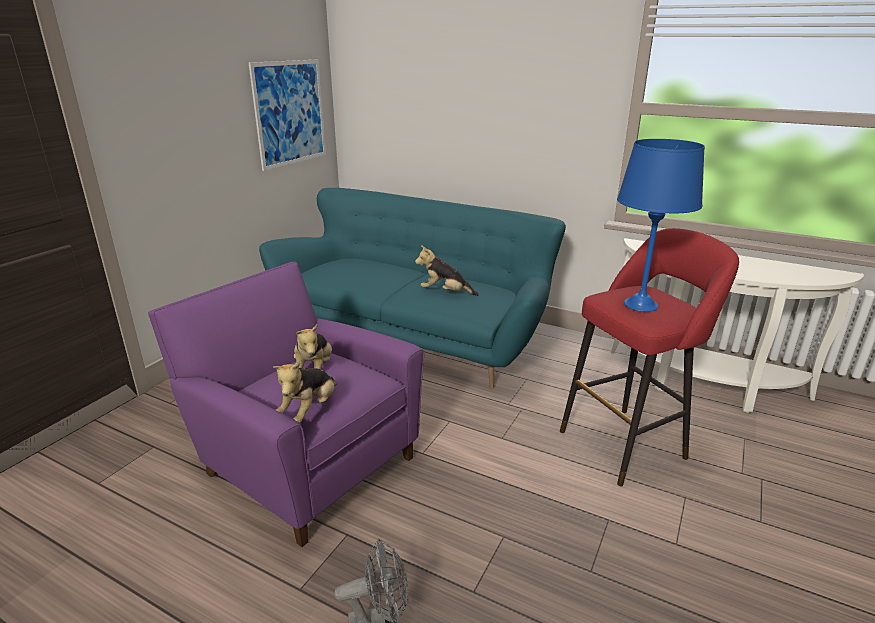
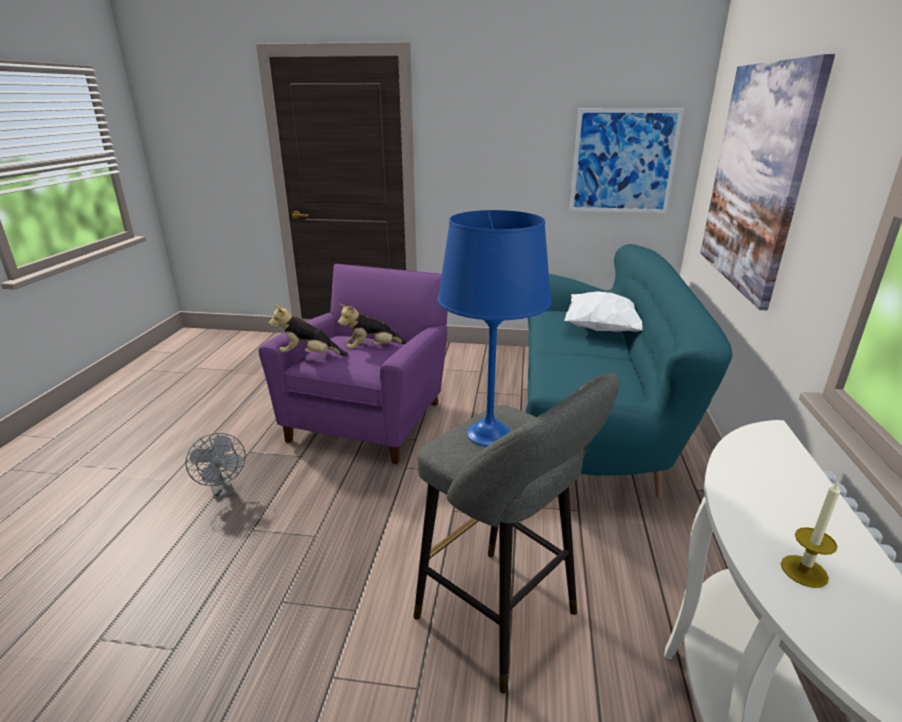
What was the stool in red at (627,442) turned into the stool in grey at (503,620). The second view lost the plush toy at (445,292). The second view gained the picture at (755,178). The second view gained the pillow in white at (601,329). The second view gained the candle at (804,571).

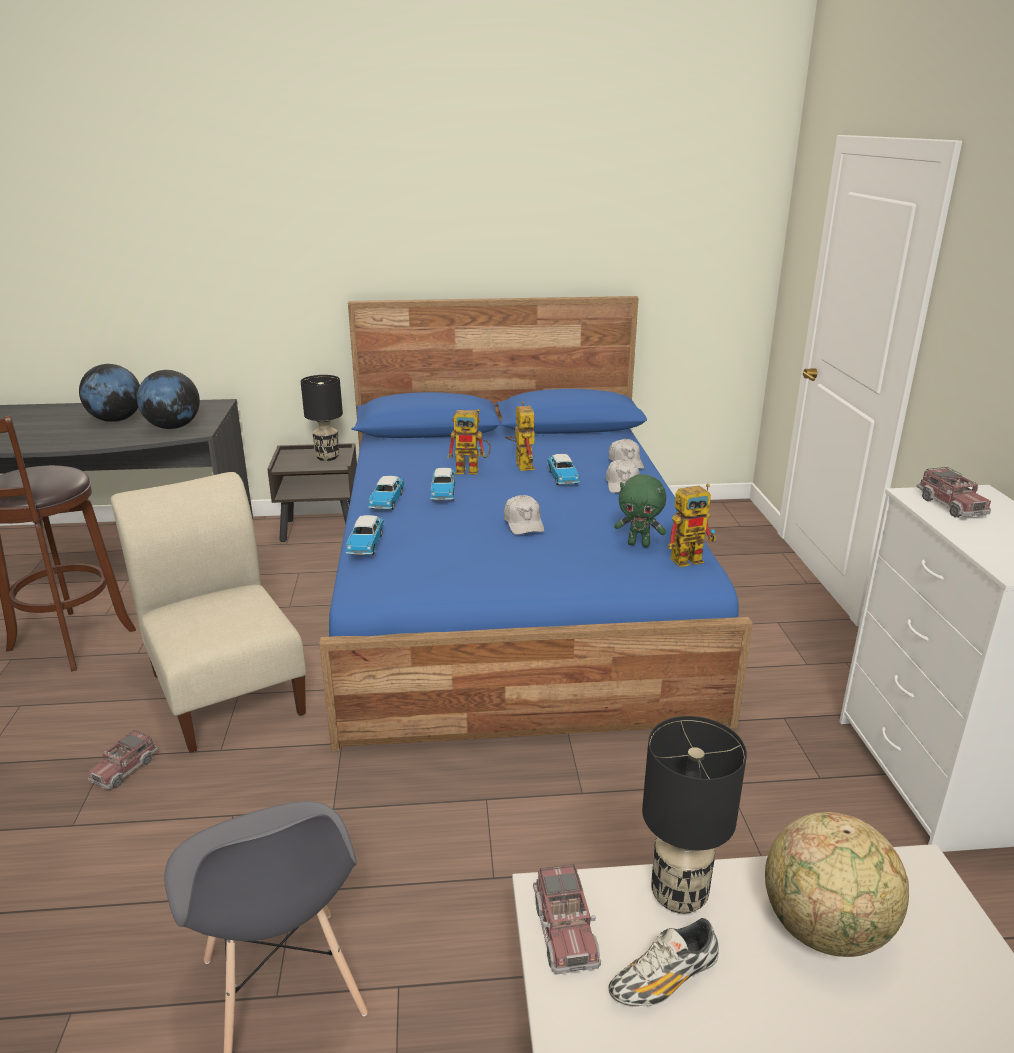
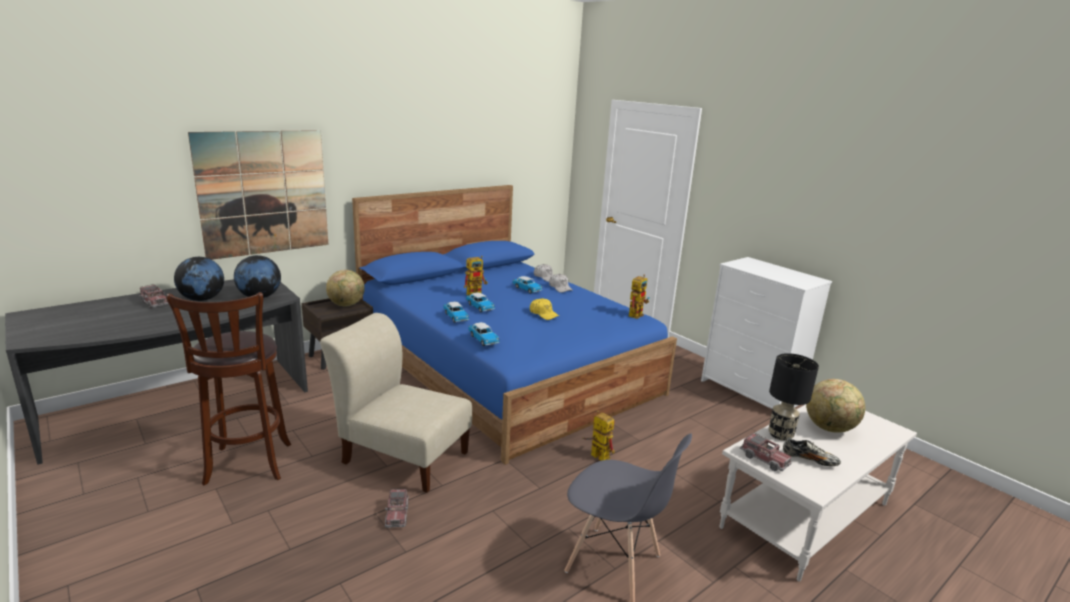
Where the table lamp in black stood at (328,457), the globe came to stand at (346,305). The toy robot ended up elsewhere, having gone from (521,464) to (595,455). The toy truck ended up elsewhere, having gone from (951,505) to (155,303). The second view lost the plush toy in green at (639,544). What was the cap in white at (524,523) turned into the cap in yellow at (543,314). The shoe at (664,980) ended up facing another way, 90 degrees counterclockwise from before. The second view gained the picture at (264,193).

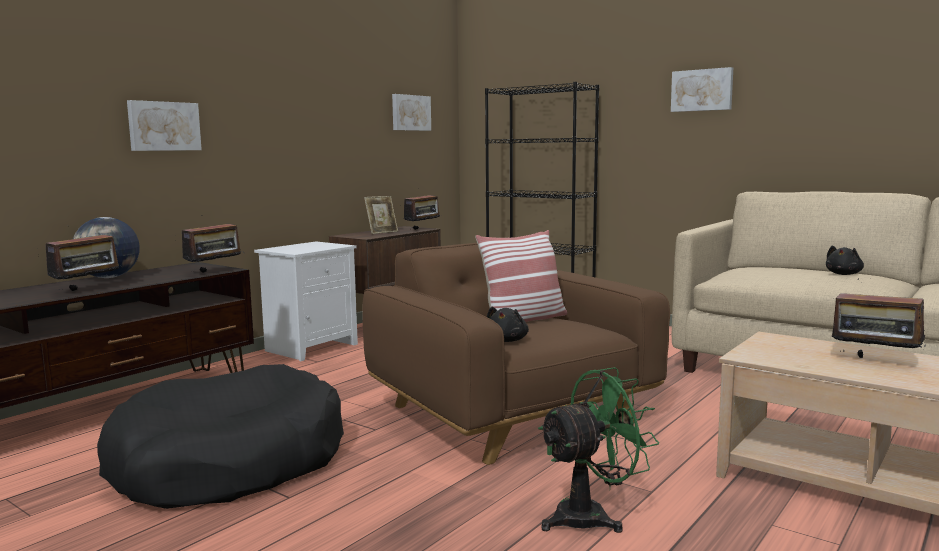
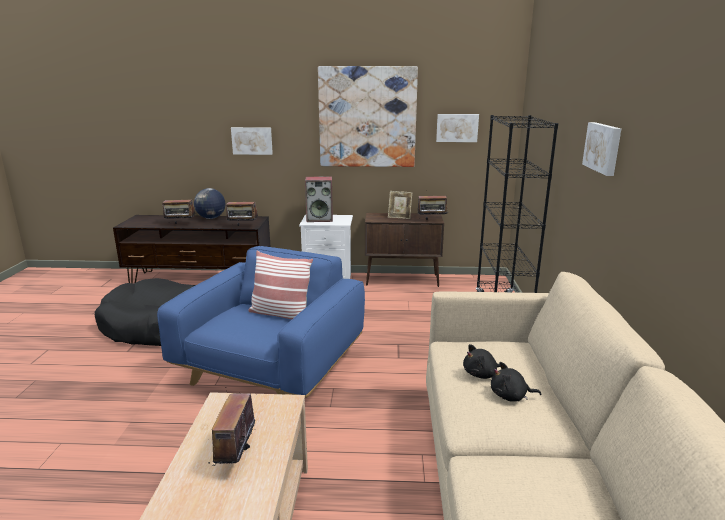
What was the armchair in brown at (511,415) turned into the armchair in blue at (271,368). The plush toy in black ended up elsewhere, having gone from (507,340) to (481,374). The second view lost the fan in green at (592,516). The second view gained the picture at (367,117). The second view gained the speaker at (320,219).

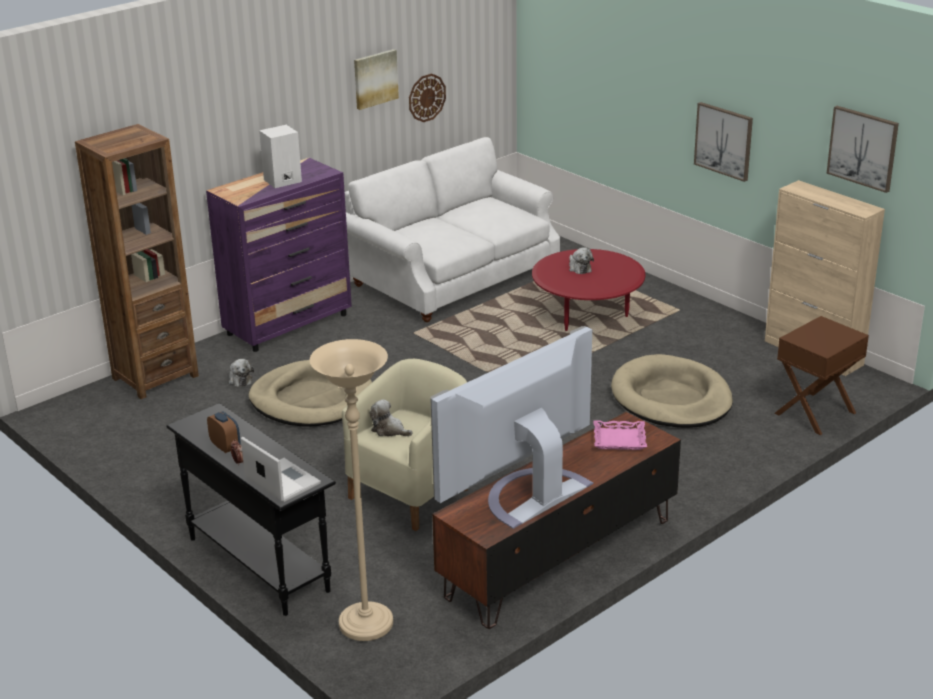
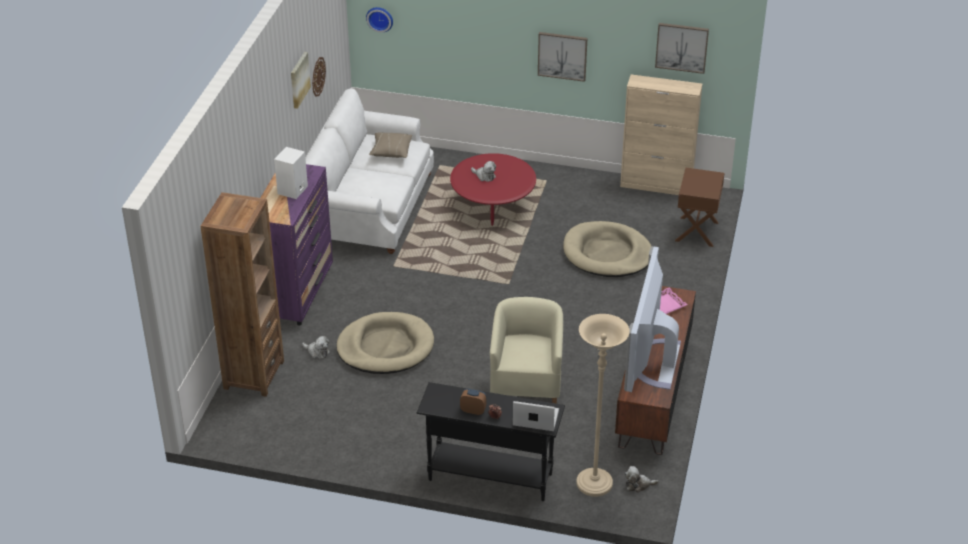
The plush toy ended up elsewhere, having gone from (389,430) to (638,485). The second view gained the wall clock at (380,18). The second view gained the pillow in beige at (391,151).

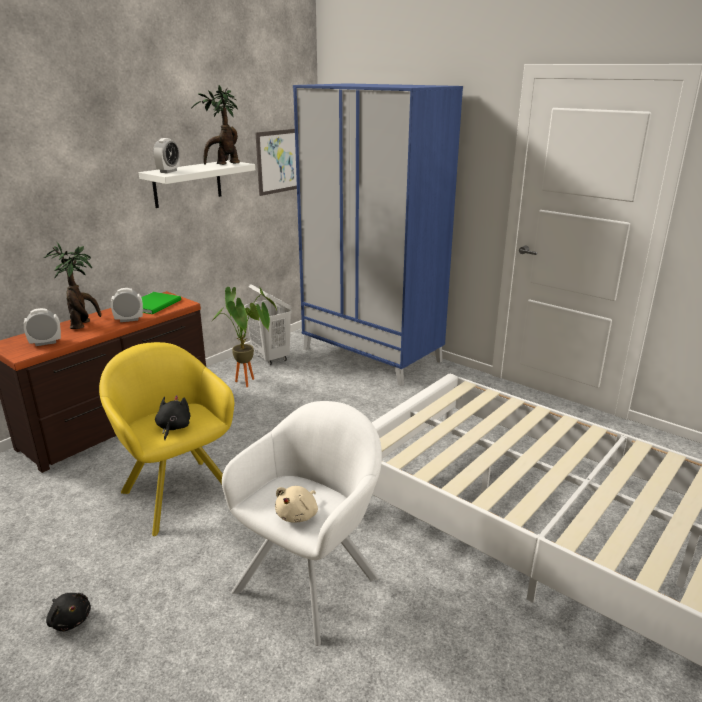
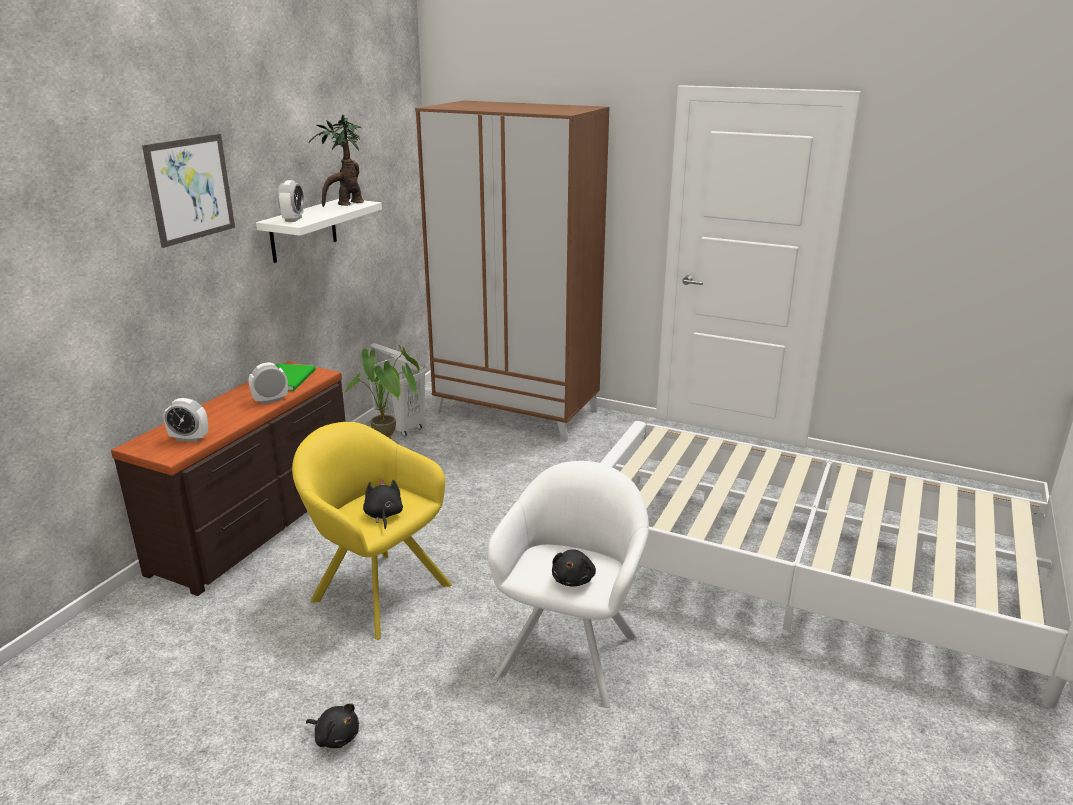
What was the wardrobe in blue at (372,355) turned into the wardrobe in brown at (517,411). The picture ended up elsewhere, having gone from (279,161) to (190,189). The second view lost the potted plant at (83,324). The alarm clock at (46,343) ended up facing another way, 135 degrees counterclockwise from before. What was the plush toy in beige at (298,515) turned into the plush toy in black at (573,579).

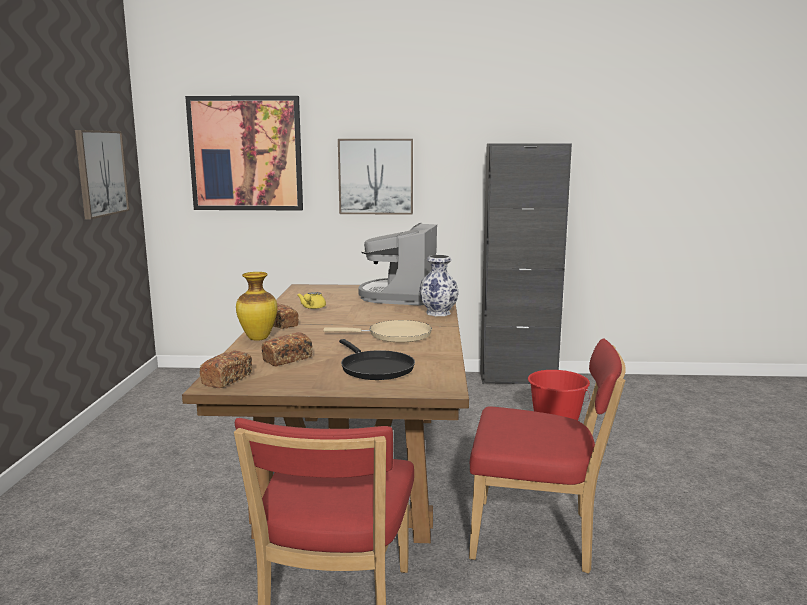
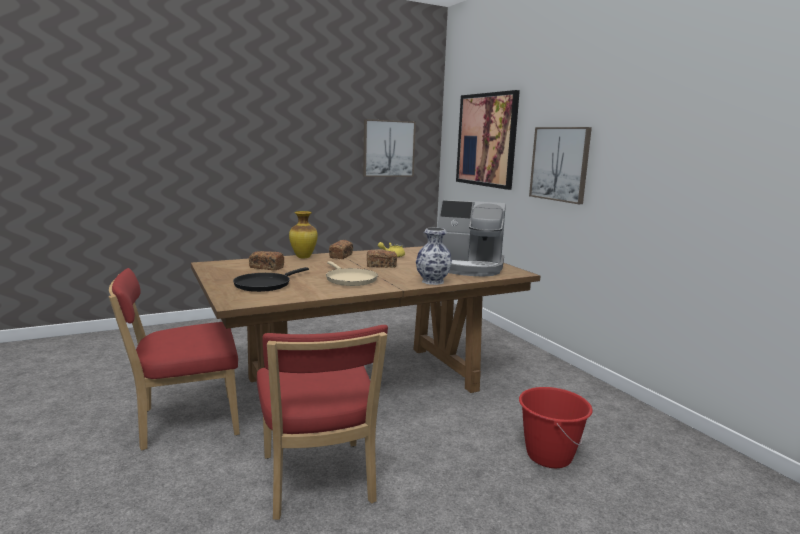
The second view lost the cabinet in black at (517,378). The coffee machine at (400,296) ended up facing another way, 150 degrees counterclockwise from before. The bread ended up elsewhere, having gone from (227,379) to (381,266).

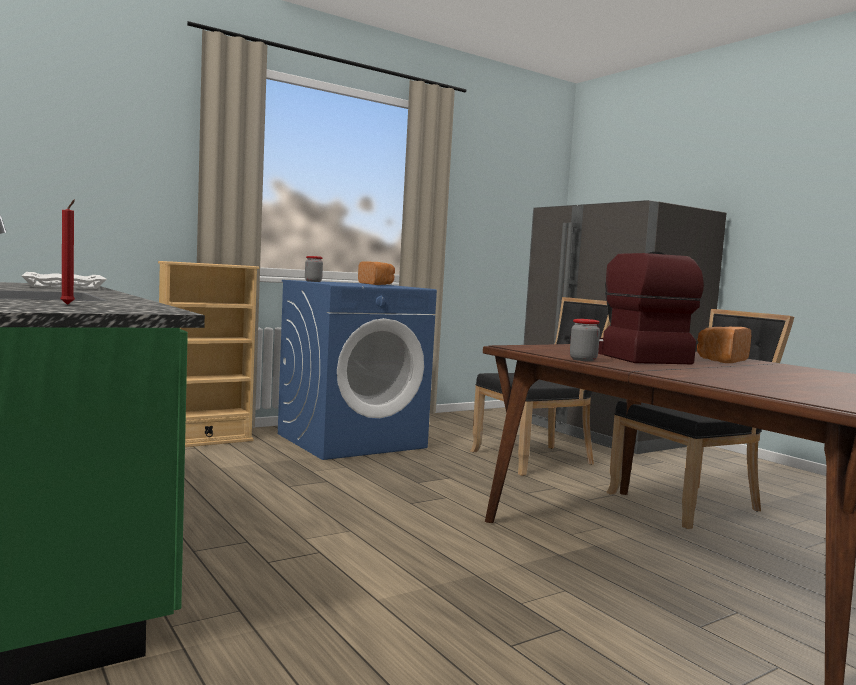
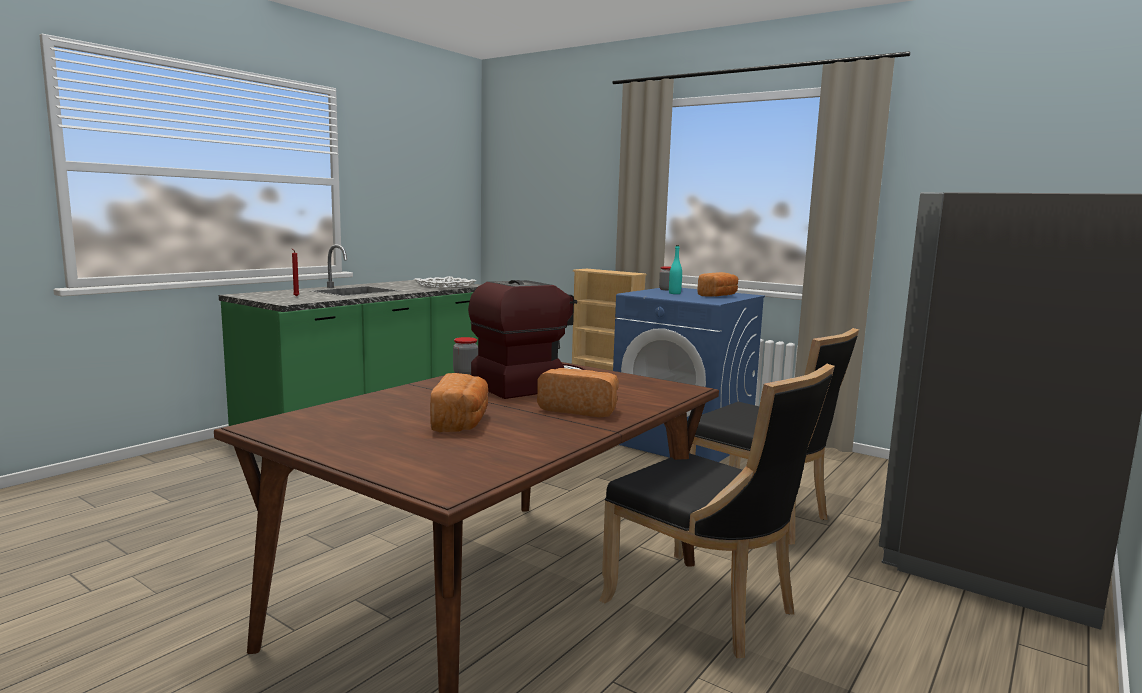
The second view gained the bottle in turquoise at (674,293). The second view gained the bread at (461,422).

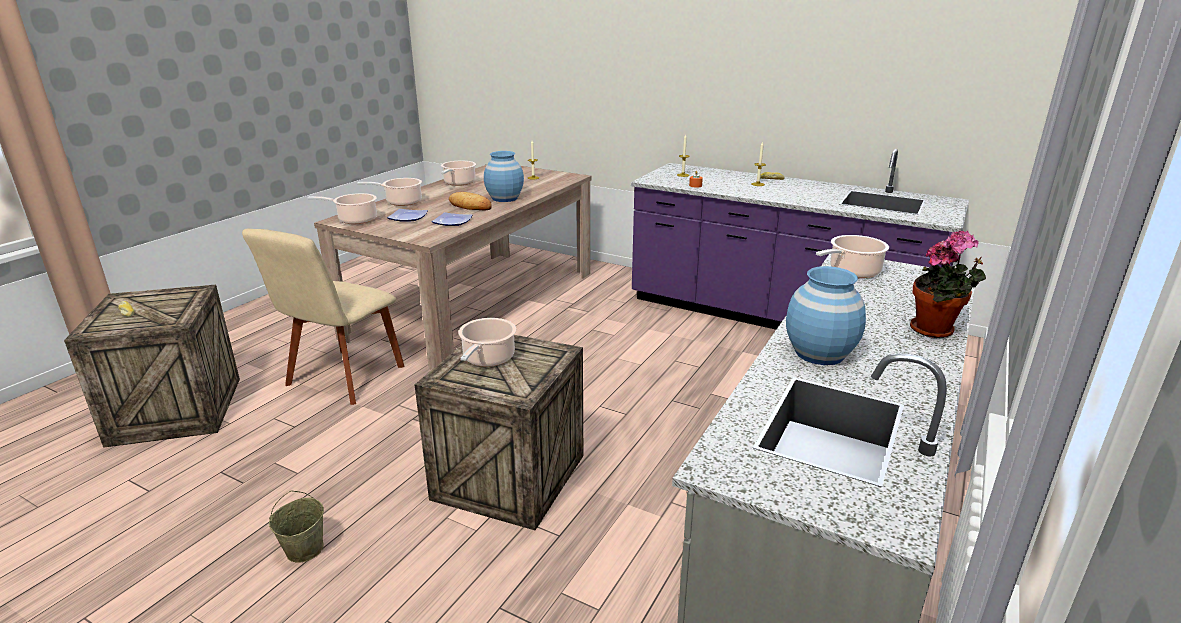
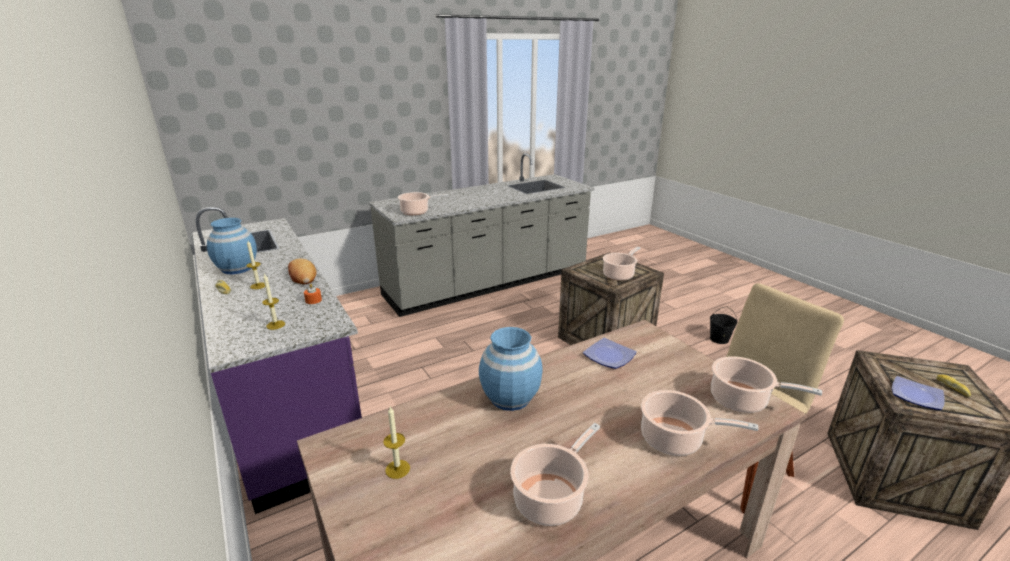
The bread ended up elsewhere, having gone from (470,206) to (302,275). The plate ended up elsewhere, having gone from (407,217) to (917,396). The second view lost the potted plant at (935,331). The vase in blue ended up elsewhere, having gone from (819,353) to (237,268). What was the bucket in beige at (305,549) turned into the bucket in black at (719,339).

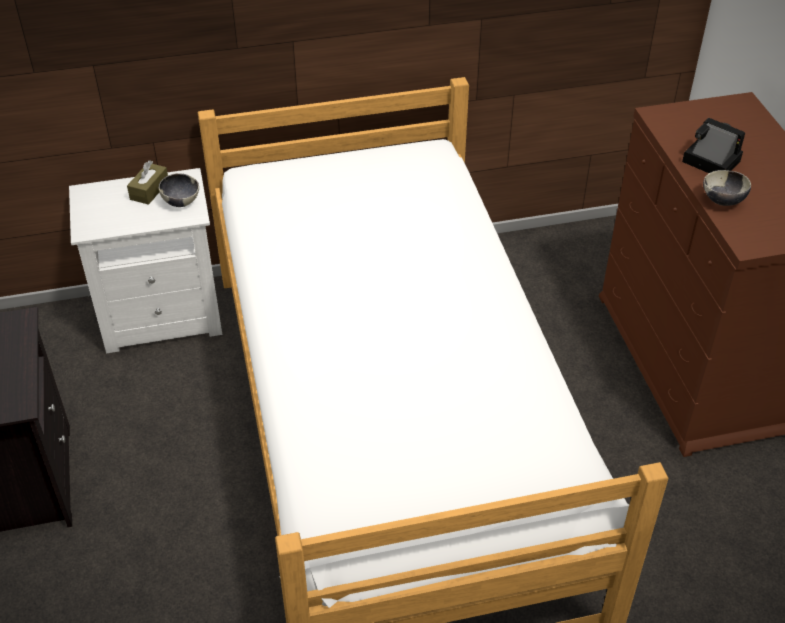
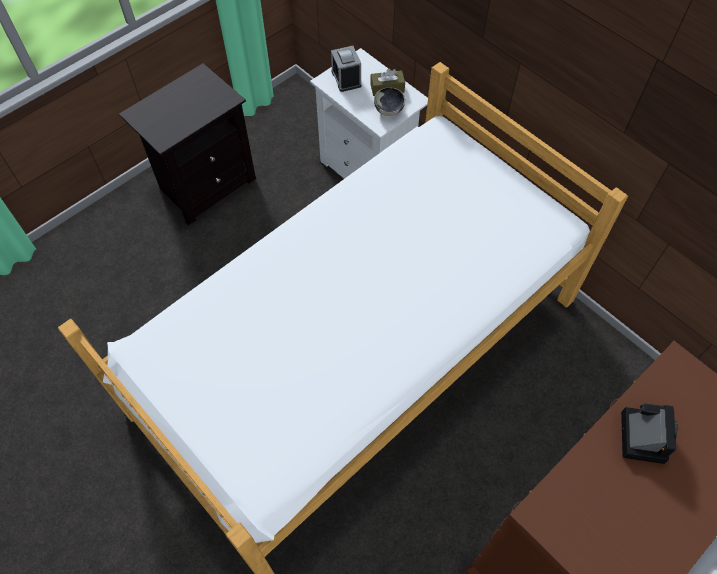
The second view lost the bowl at (722,201). The second view gained the alarm clock at (346,78).

